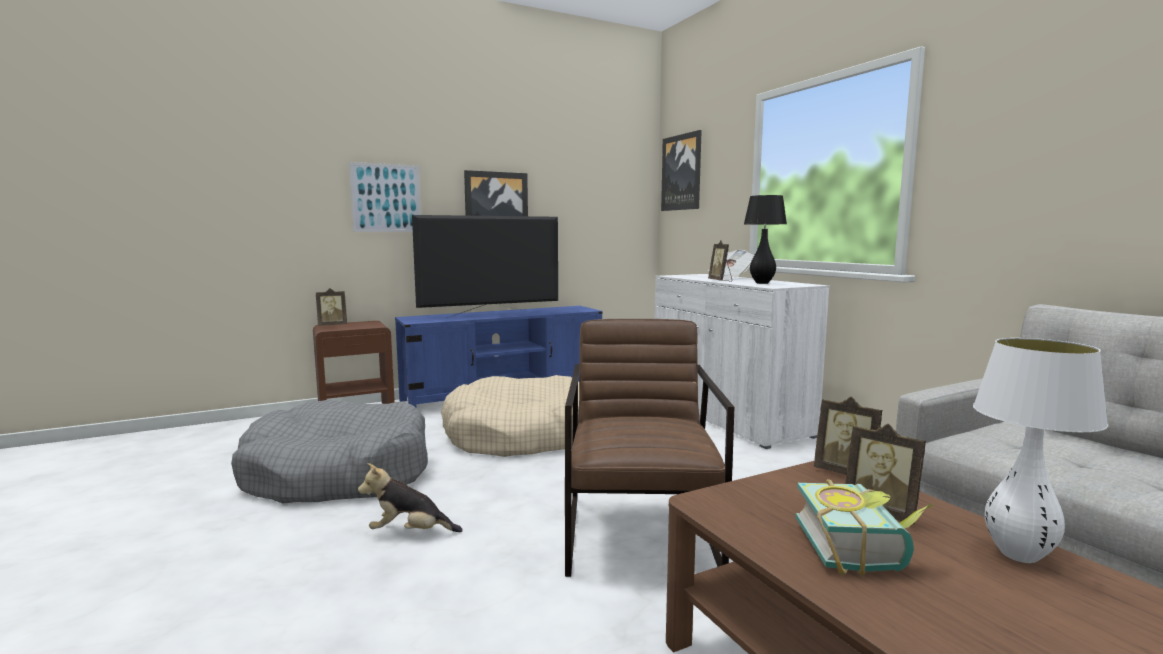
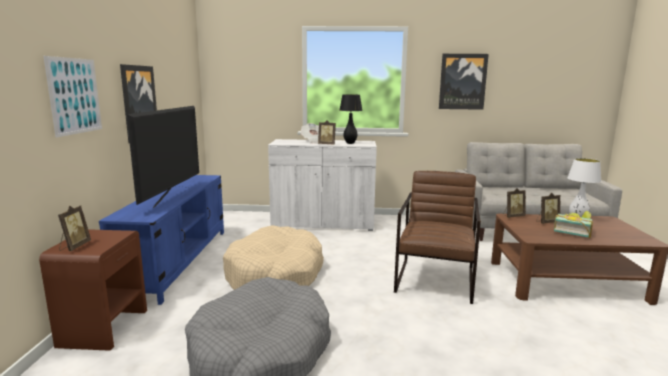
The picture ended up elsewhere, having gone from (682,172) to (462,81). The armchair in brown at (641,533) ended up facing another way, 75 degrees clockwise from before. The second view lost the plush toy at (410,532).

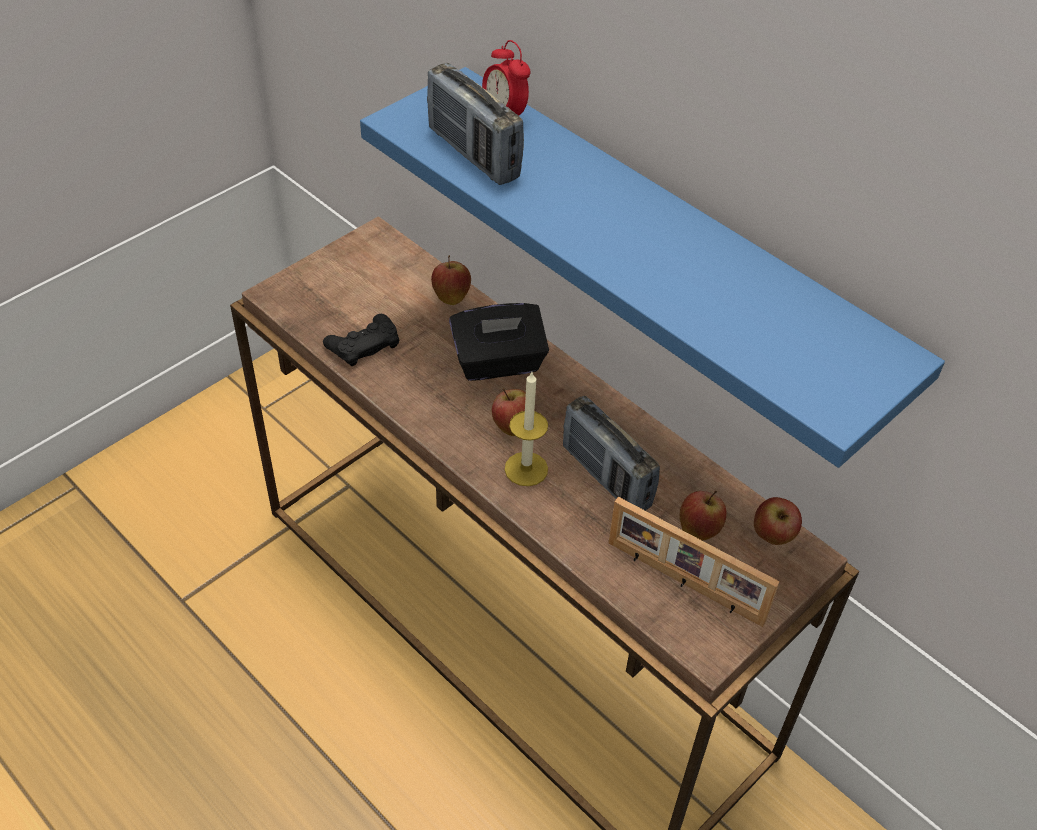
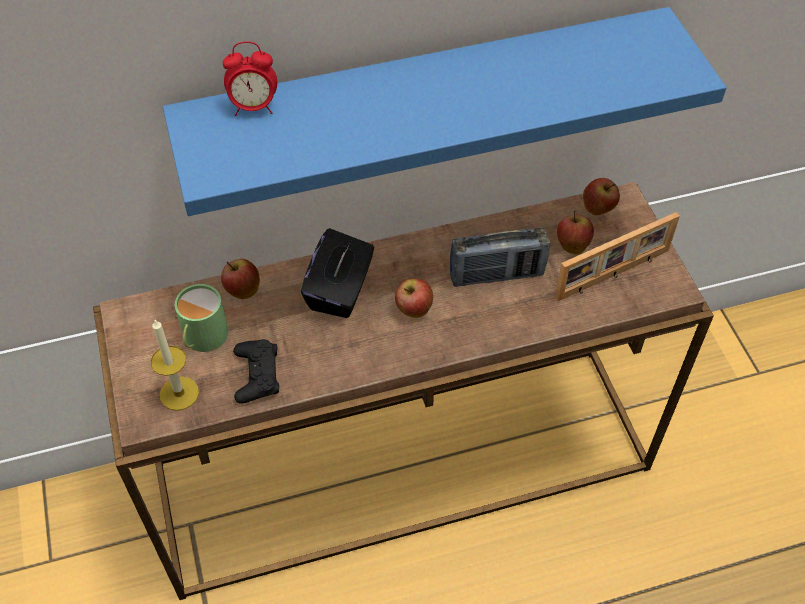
The second view lost the radio at (473,154). The candle ended up elsewhere, having gone from (526,469) to (179,393). The second view gained the mug in green at (202,337).

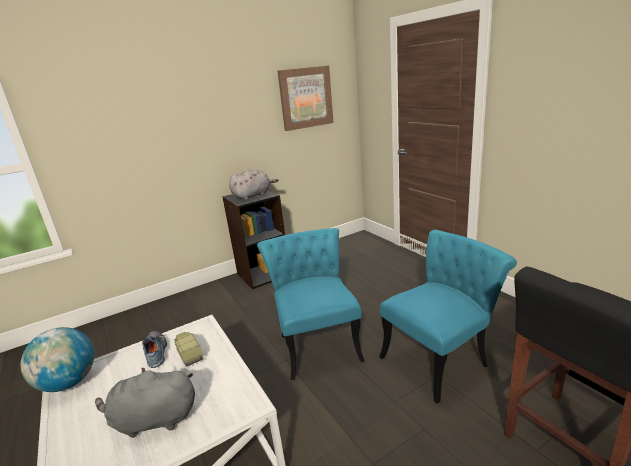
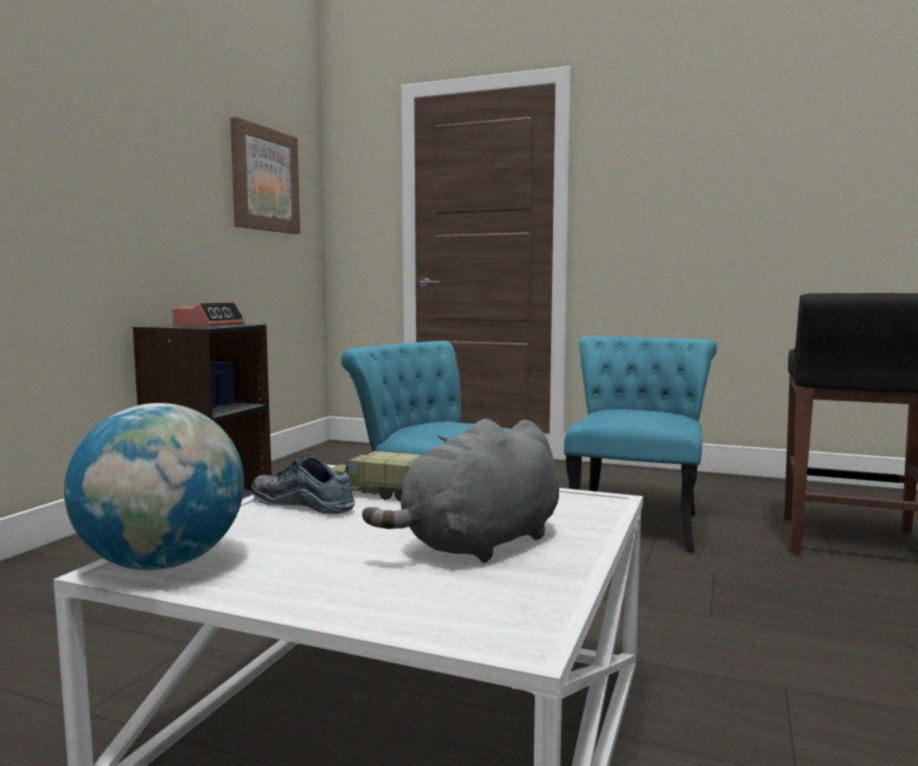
Where the plush toy in grey stood at (253,195), the alarm clock came to stand at (209,325).

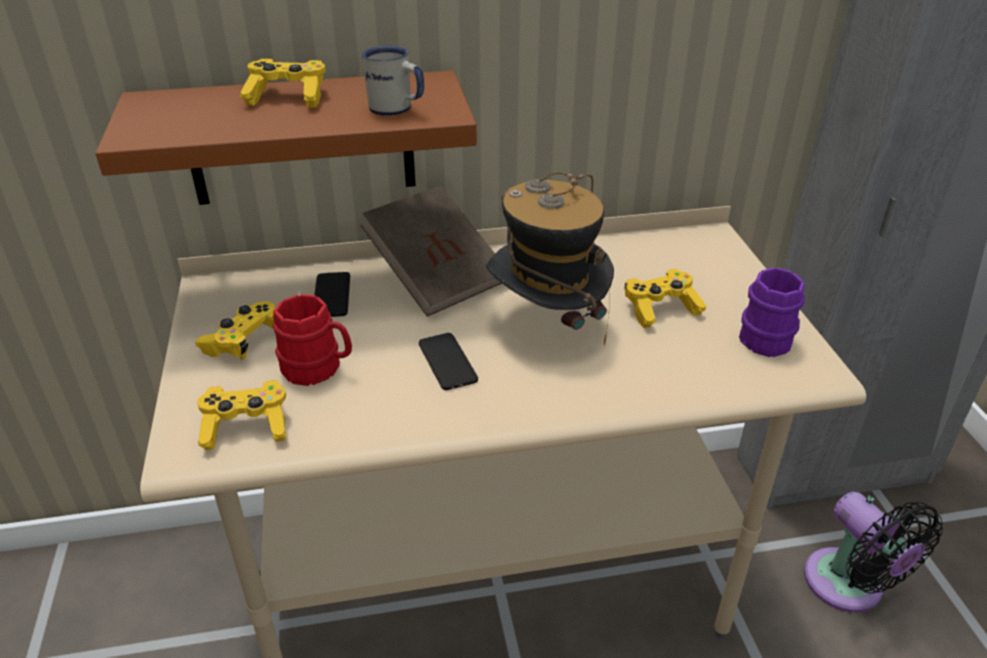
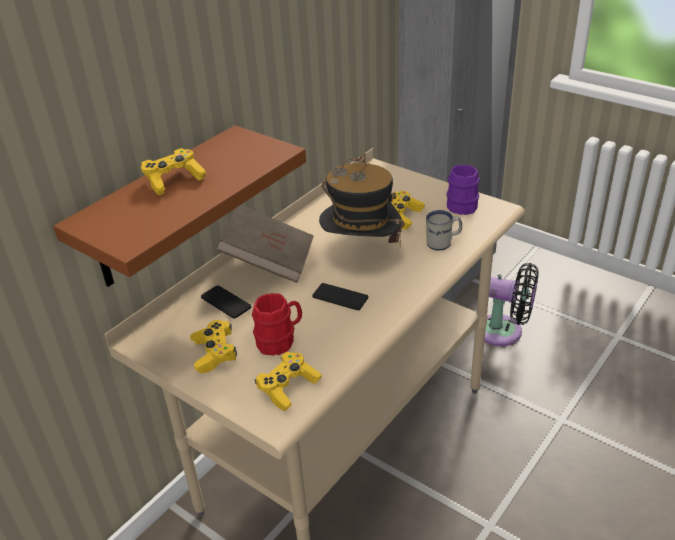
The mug in white ended up elsewhere, having gone from (396,110) to (443,243).

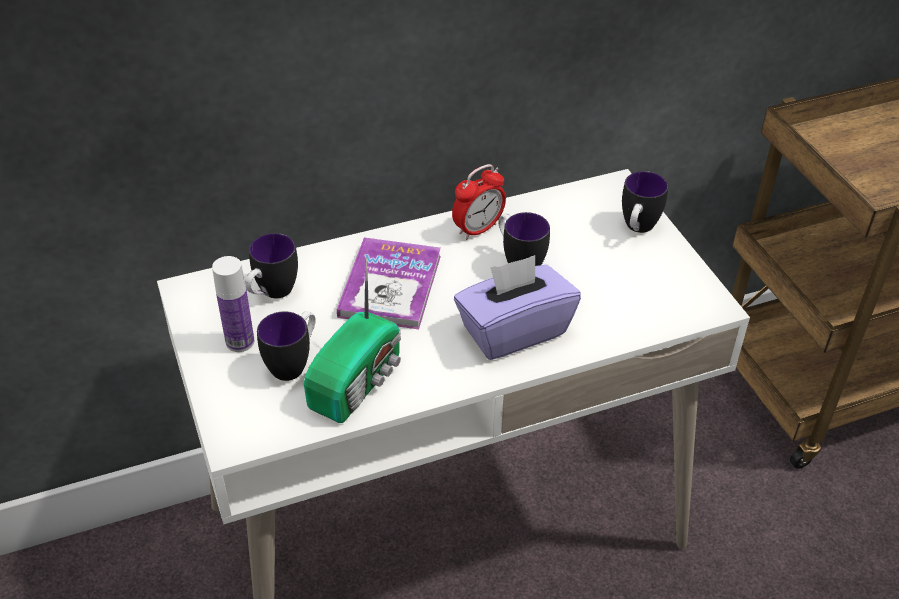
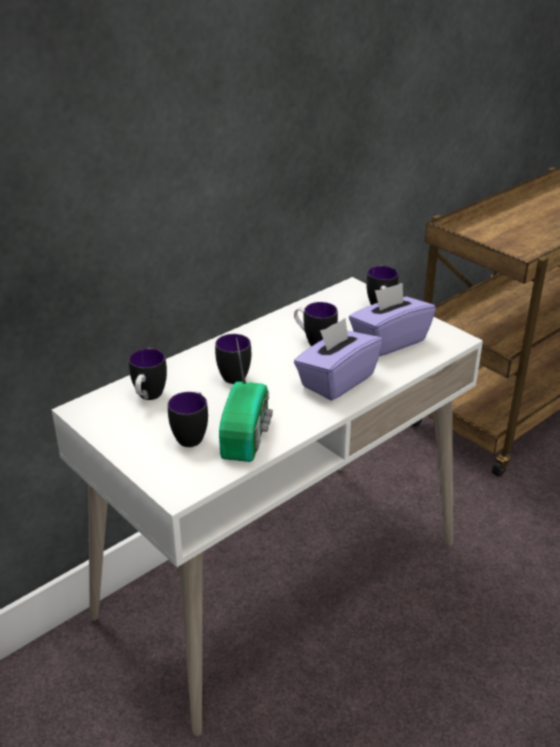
The second view lost the alarm clock at (478,229). Where the book stood at (390,285), the mug came to stand at (233,374). The second view lost the bottle at (240,342). The second view gained the tissue box in purple at (389,341).

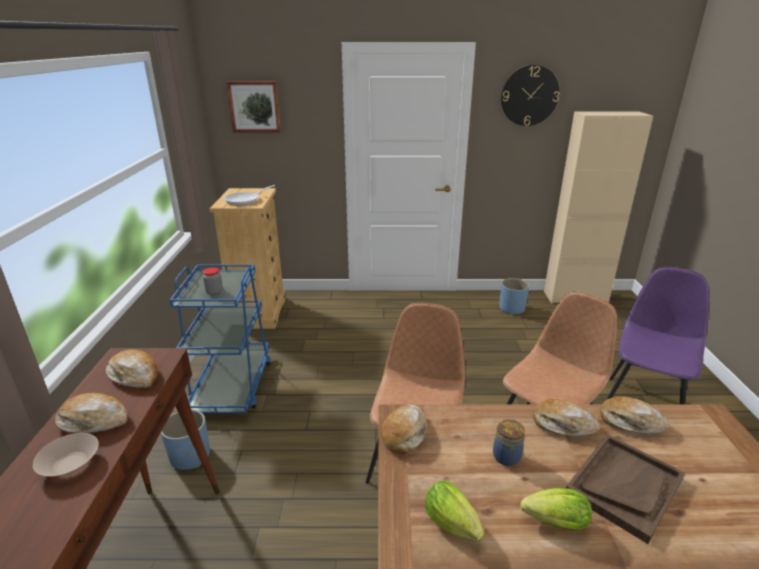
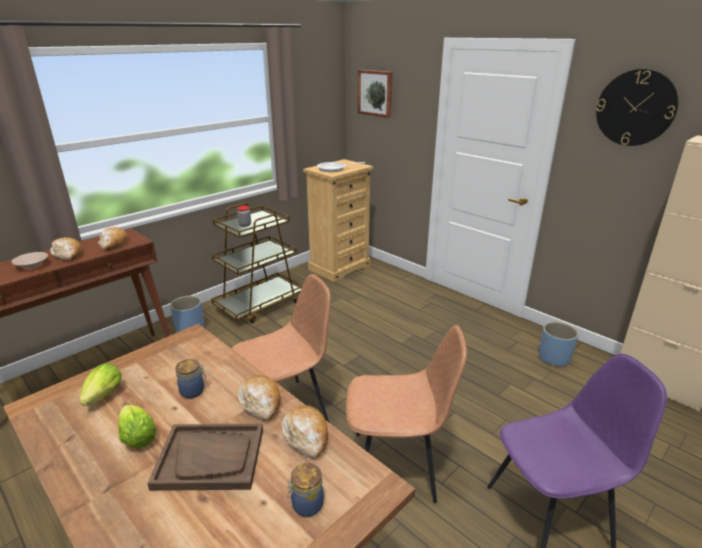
What was the cart in blue at (232,386) turned into the cart in brown at (260,304). The second view lost the bread at (404,433). The second view gained the jar at (306,505).

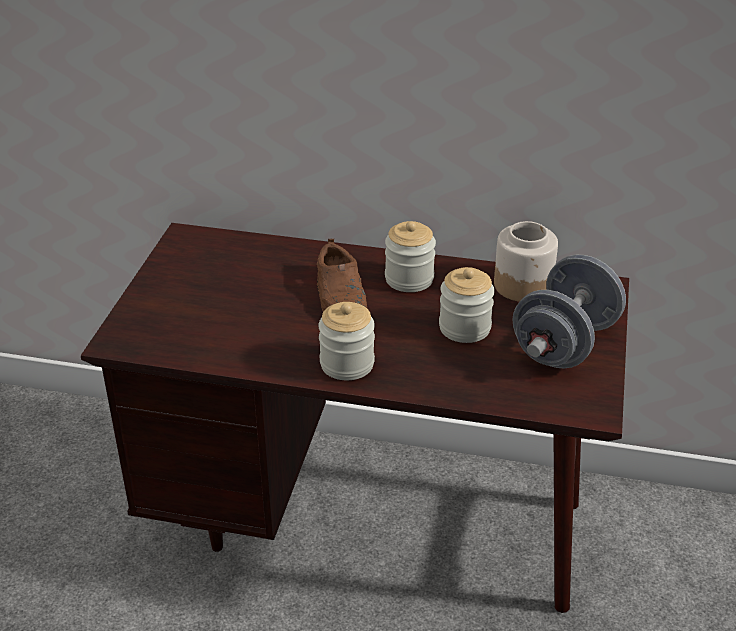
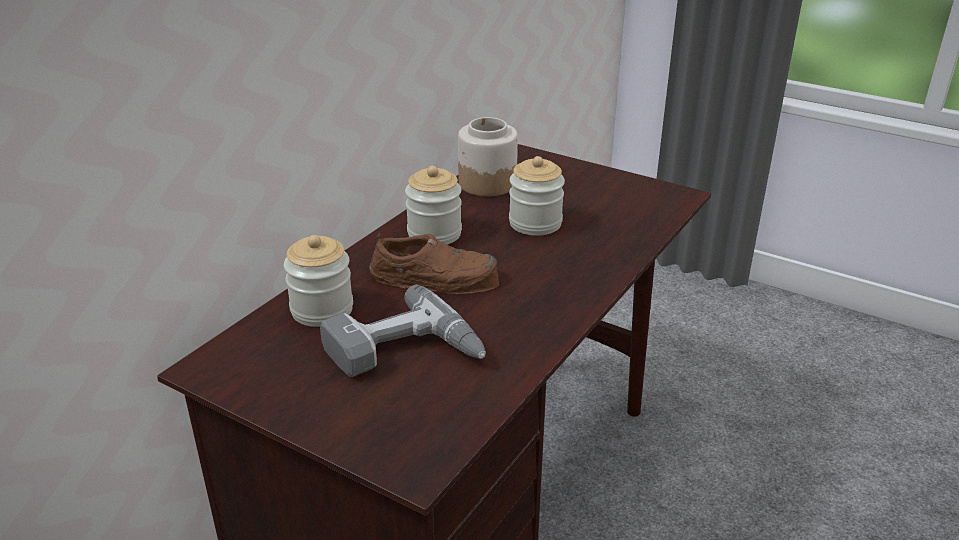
The second view lost the dumbbell in grey at (564,343). The jar ended up elsewhere, having gone from (347,364) to (322,310). The second view gained the power drill at (405,354).

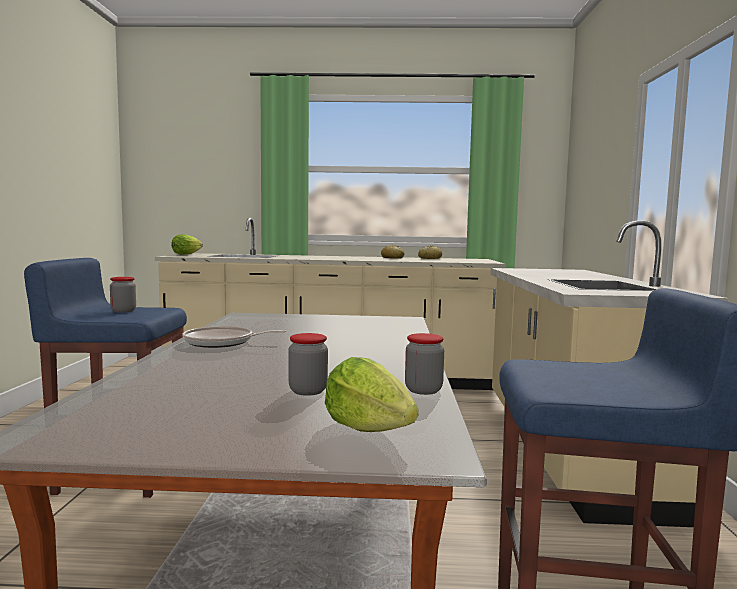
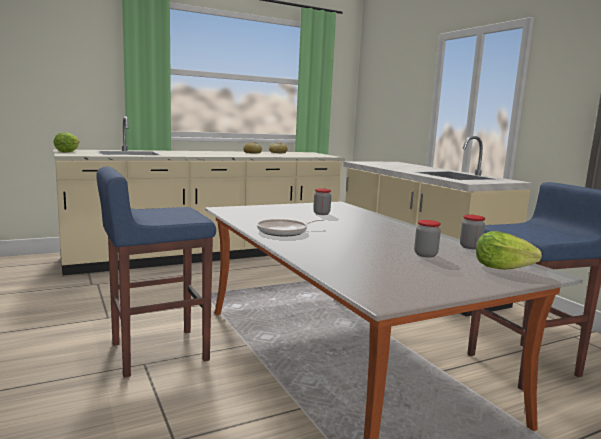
The jar ended up elsewhere, having gone from (123,311) to (321,213).

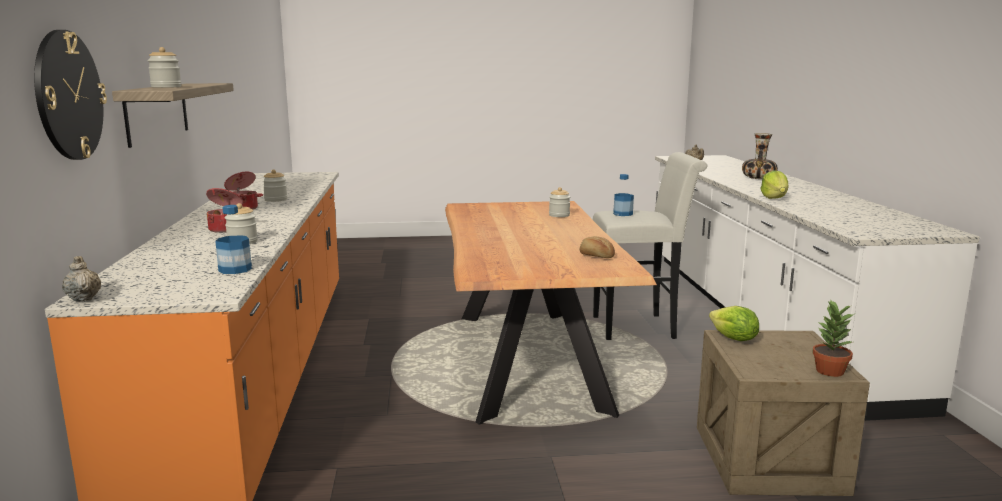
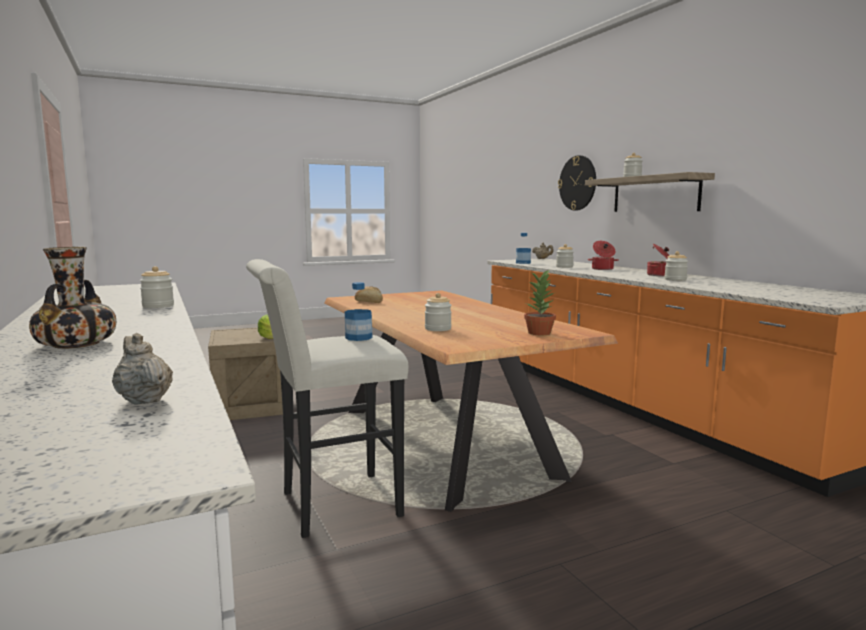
Where the lettuce stood at (774,198), the jar came to stand at (158,306). The potted plant ended up elsewhere, having gone from (829,371) to (540,333).

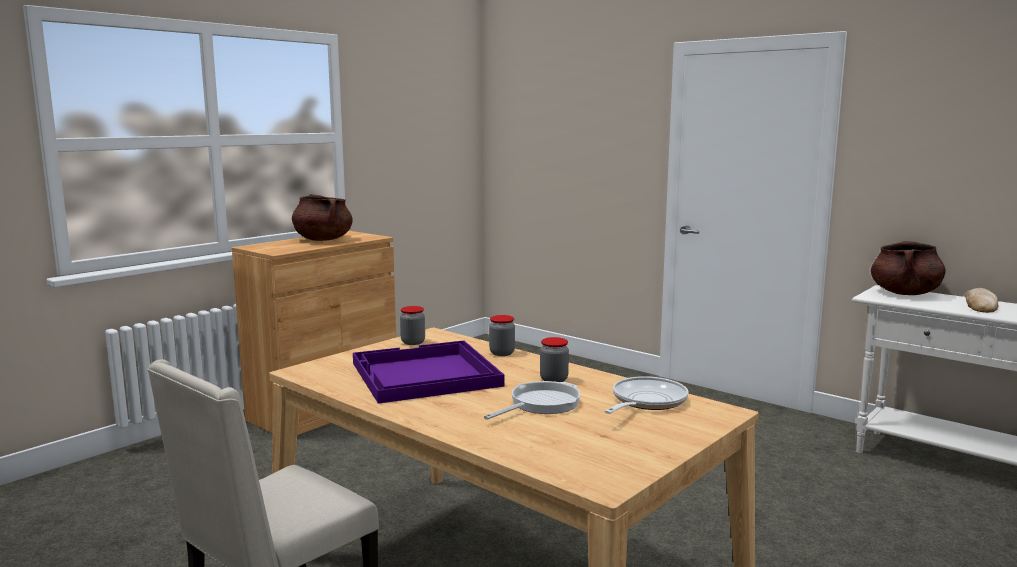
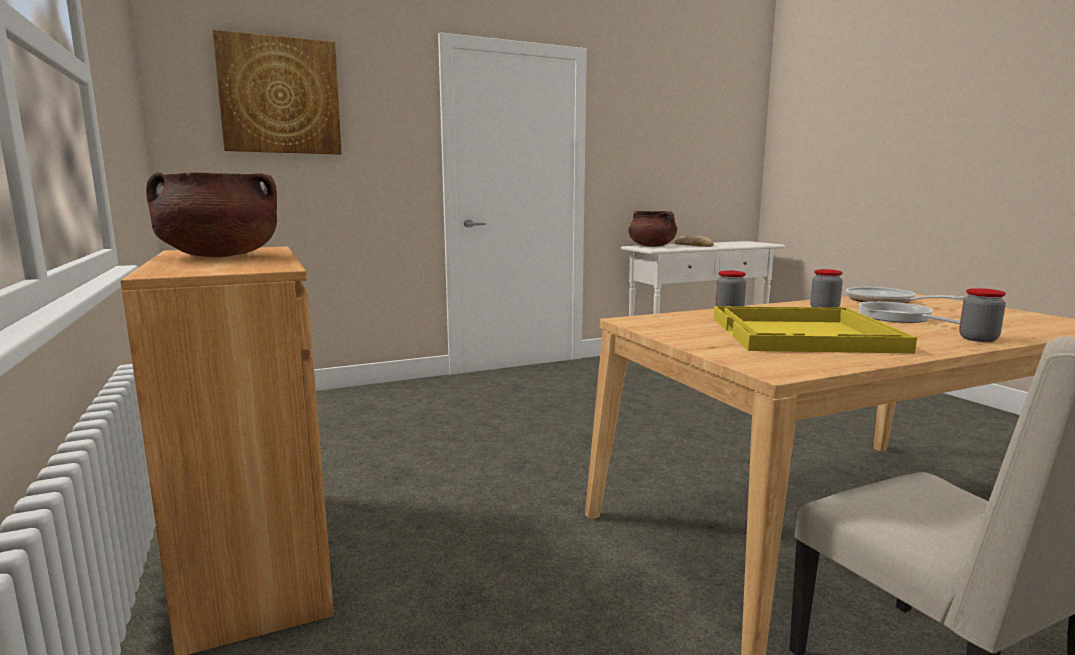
The jar ended up elsewhere, having gone from (413,342) to (978,339). What was the tray in purple at (424,375) turned into the tray in yellow at (804,334). The second view gained the picture at (280,96).

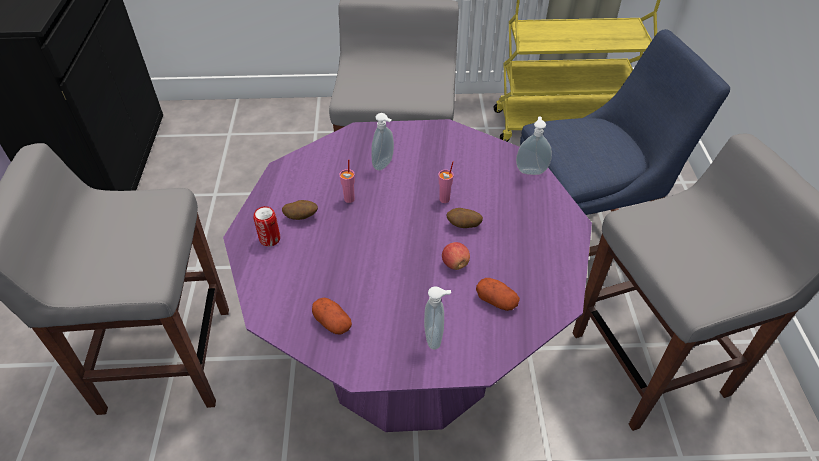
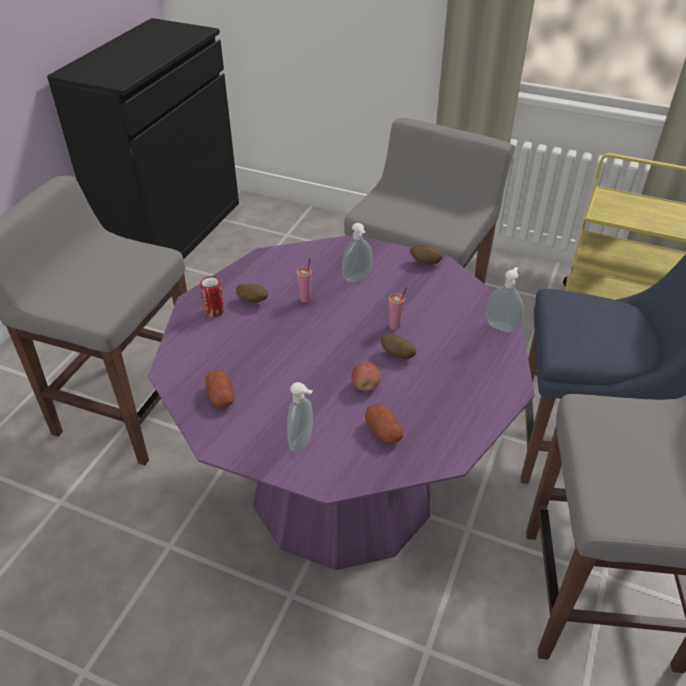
The second view gained the potato at (425,263).

